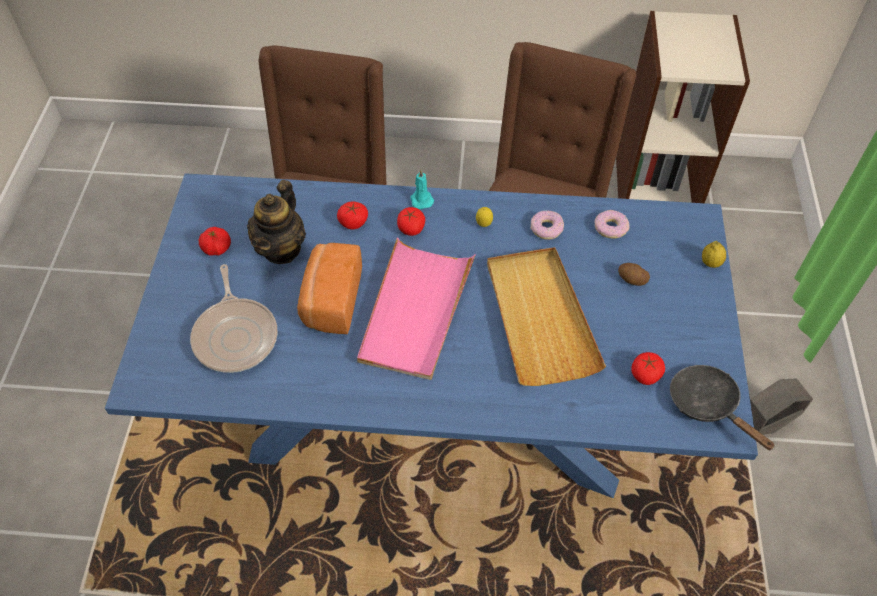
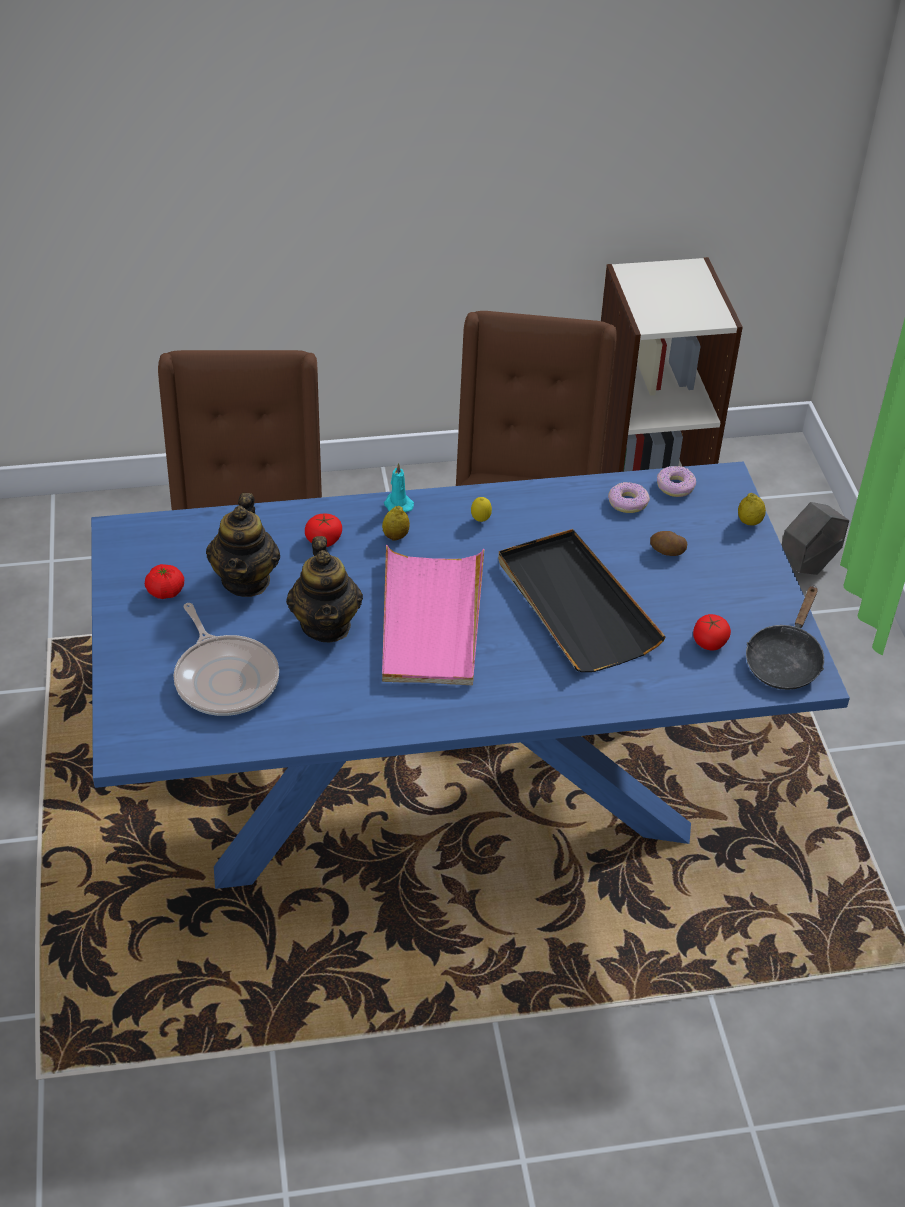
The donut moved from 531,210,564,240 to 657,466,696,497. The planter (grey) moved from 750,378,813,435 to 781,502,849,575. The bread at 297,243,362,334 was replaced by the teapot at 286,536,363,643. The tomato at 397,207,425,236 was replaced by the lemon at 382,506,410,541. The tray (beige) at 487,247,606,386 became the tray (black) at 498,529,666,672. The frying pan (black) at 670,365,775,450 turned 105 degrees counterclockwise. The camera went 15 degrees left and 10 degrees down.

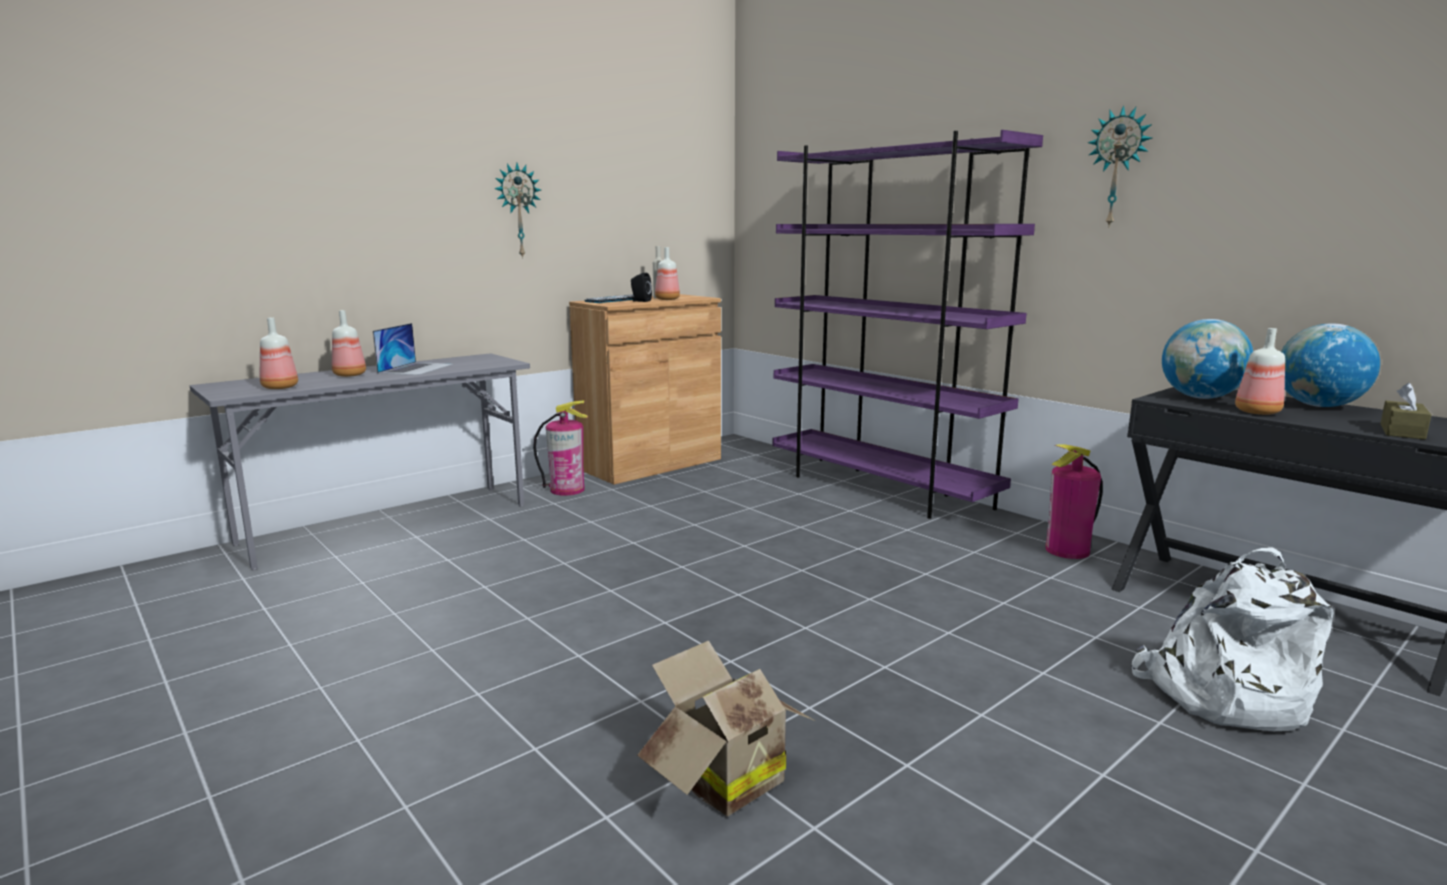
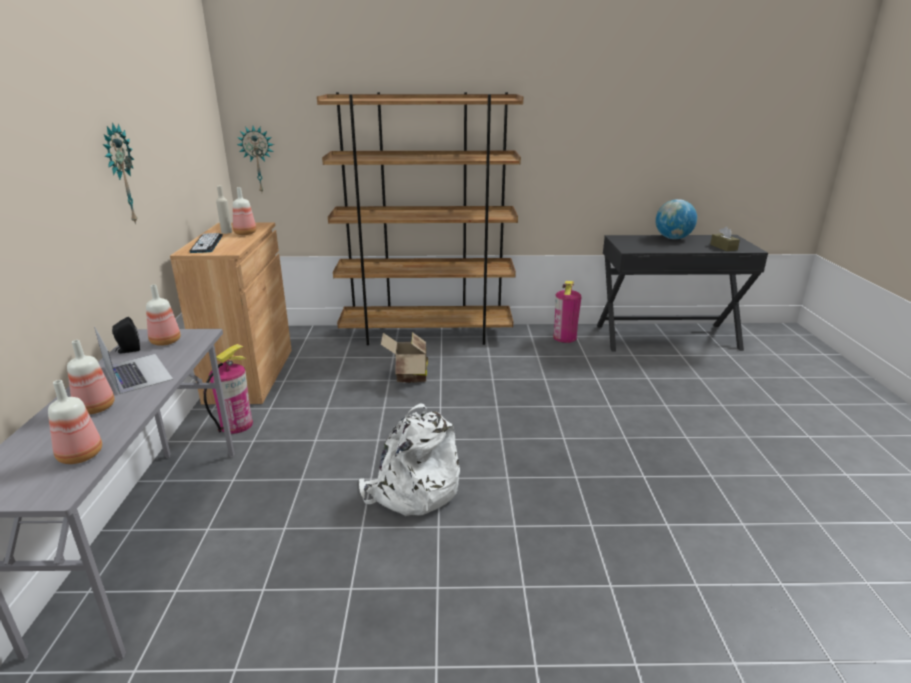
The globe at 1162,319,1253,399 disappeared. The speaker (black) moved from 631,273,652,302 to 112,317,140,354. The cardboard box moved from 637,640,815,816 to 381,332,428,383. The wall clock moved from 1088,105,1152,226 to 237,126,274,192. The backpack (white) moved from 1132,547,1334,731 to 359,403,460,516. The bottle moved from 1235,328,1285,415 to 146,285,181,346. The bookcase (purple) at 772,130,1043,519 became the bookcase (brown) at 317,92,524,346. The camera went 50 degrees left and 10 degrees up.

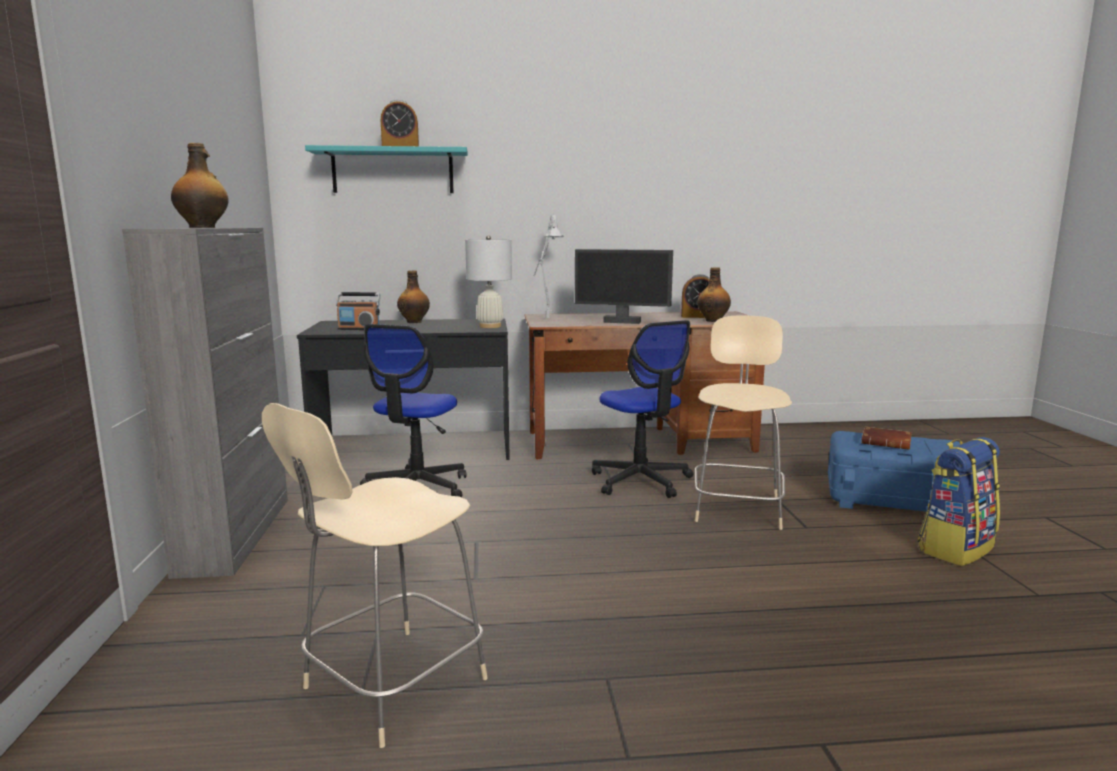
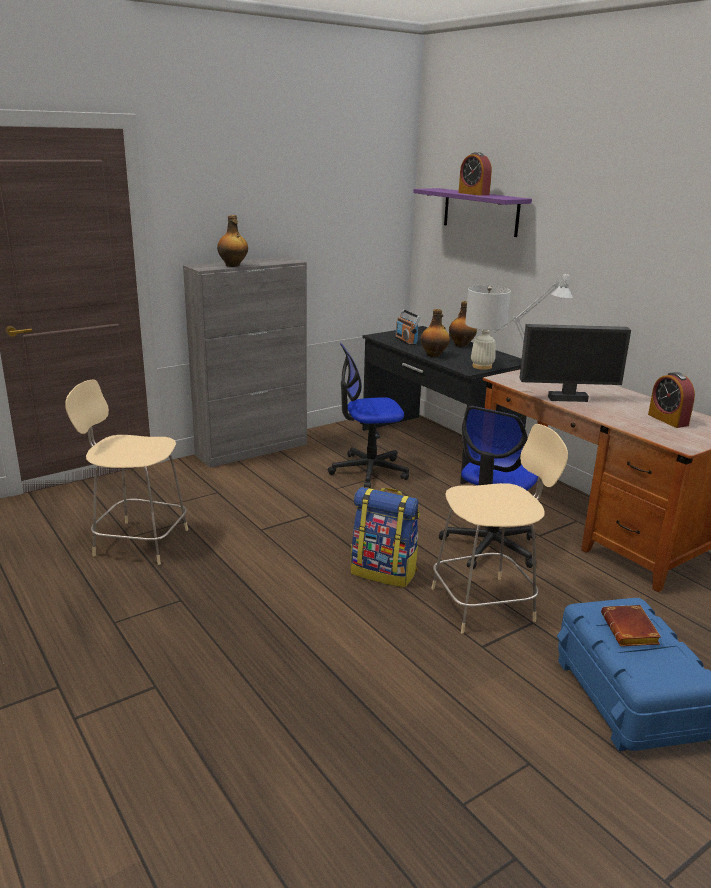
The bottle moved from 697,267,731,322 to 421,309,450,357. The backpack moved from 918,437,1000,566 to 351,487,420,587. The shelf (turquoise) at 305,145,468,193 became the shelf (purple) at 413,188,532,237. The monitor at 575,249,673,324 turned 75 degrees counterclockwise. The camera went 60 degrees right and 10 degrees up.

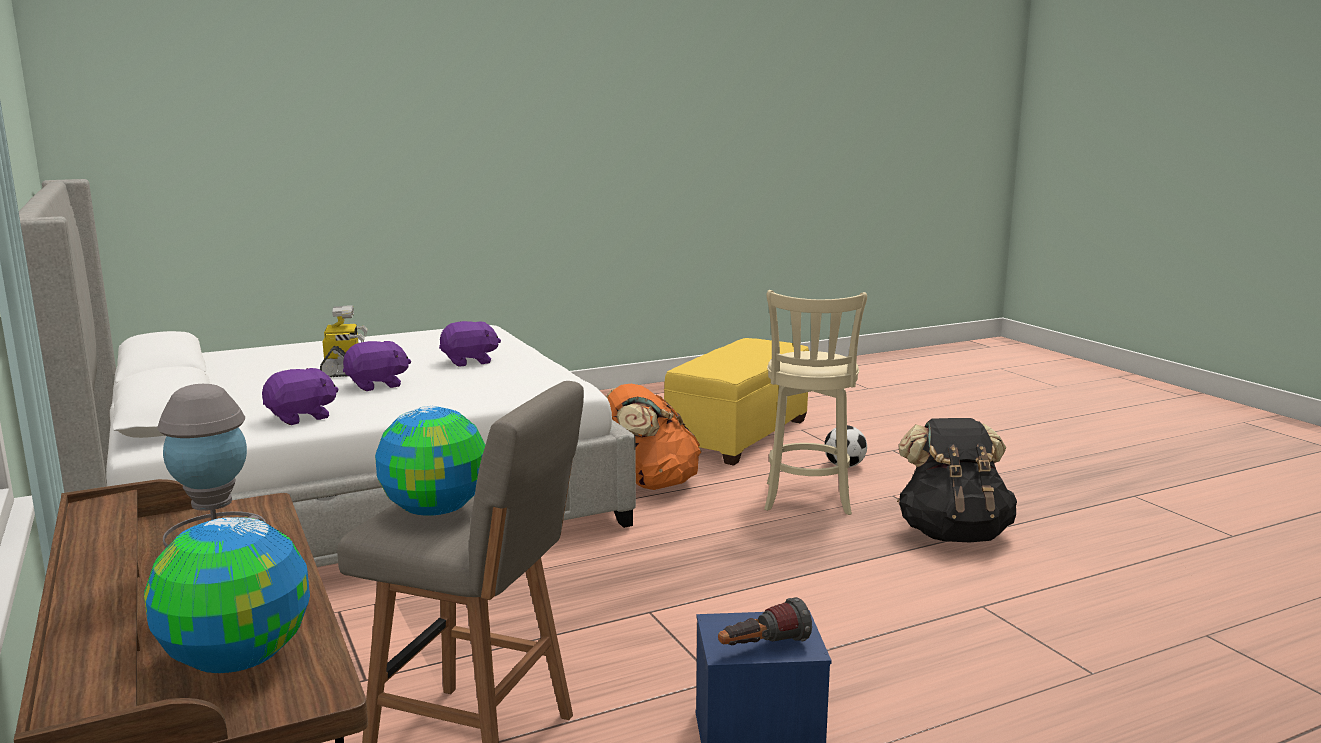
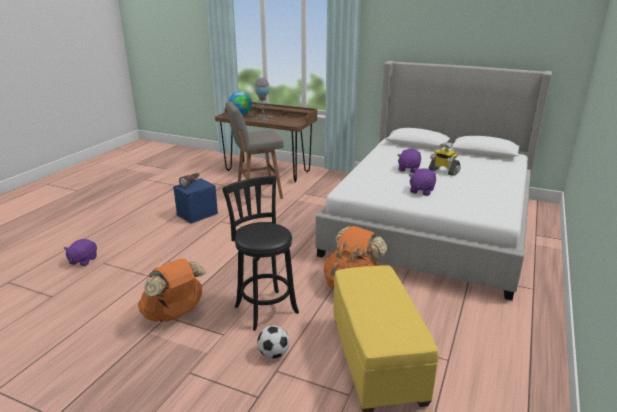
The globe at 375,406,485,516 disappeared. The plush toy (purple) moved from 262,368,339,425 to 64,239,97,266. The stool (beige) at 764,290,867,515 became the stool (black) at 223,175,299,331. The backpack (black) at 897,418,1017,542 became the backpack (orange) at 138,259,206,322. The camera went 140 degrees right and 10 degrees up.

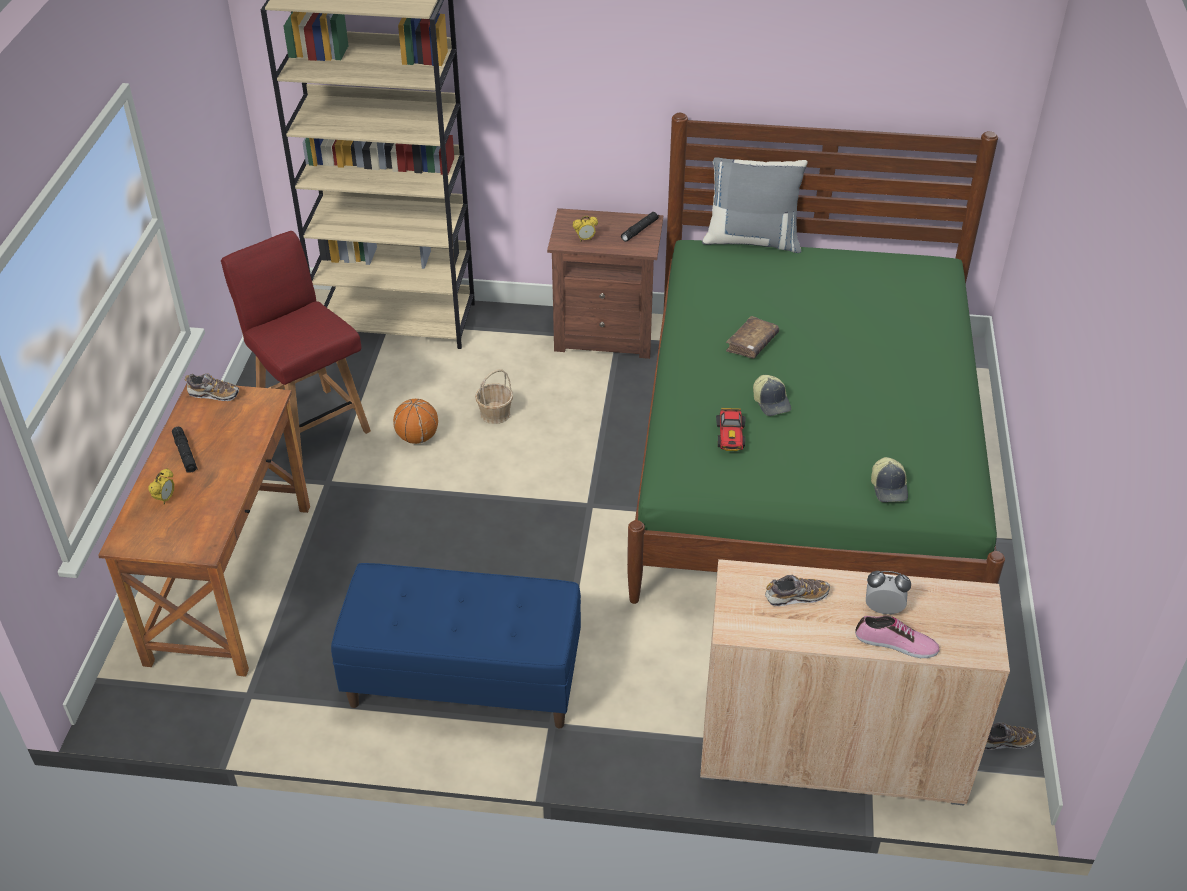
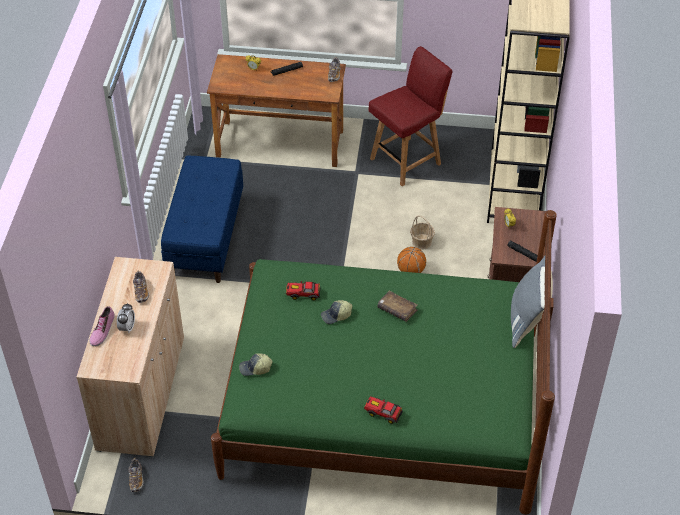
The toy car at 364,397,403,424 appeared. The basketball moved from 393,399,438,444 to 397,247,426,273. The camera went 90 degrees right and 5 degrees up.

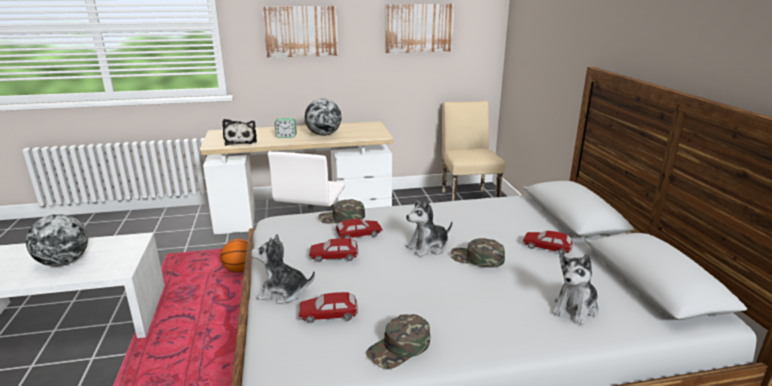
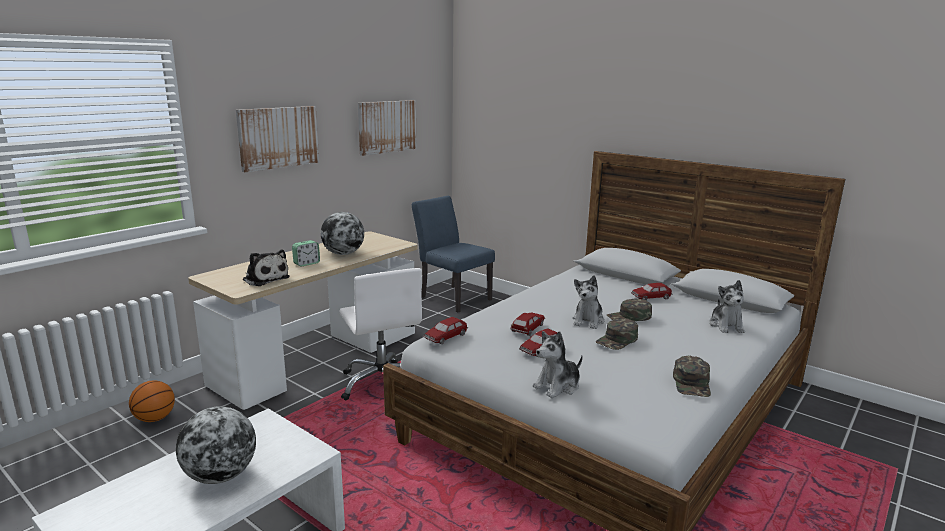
The basketball moved from 220,239,247,273 to 129,380,175,422. The toy car moved from 298,292,358,323 to 423,316,468,344. The cap (green) moved from 318,199,365,224 to 596,319,638,350. The chair (beige) at 442,101,505,201 became the chair (blue) at 412,196,495,312. The camera went 40 degrees left and 5 degrees down.

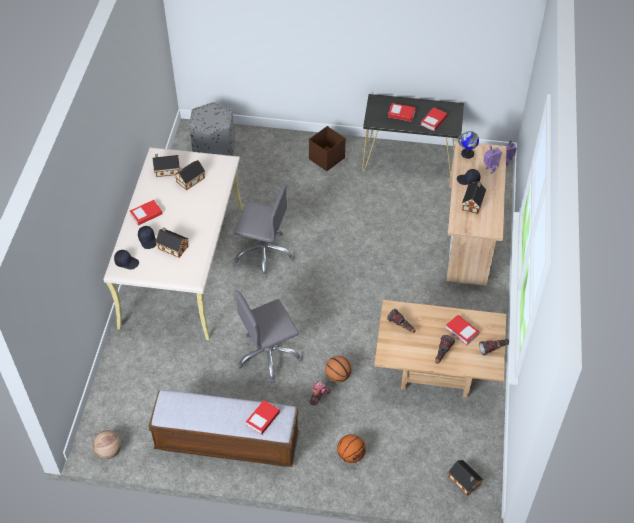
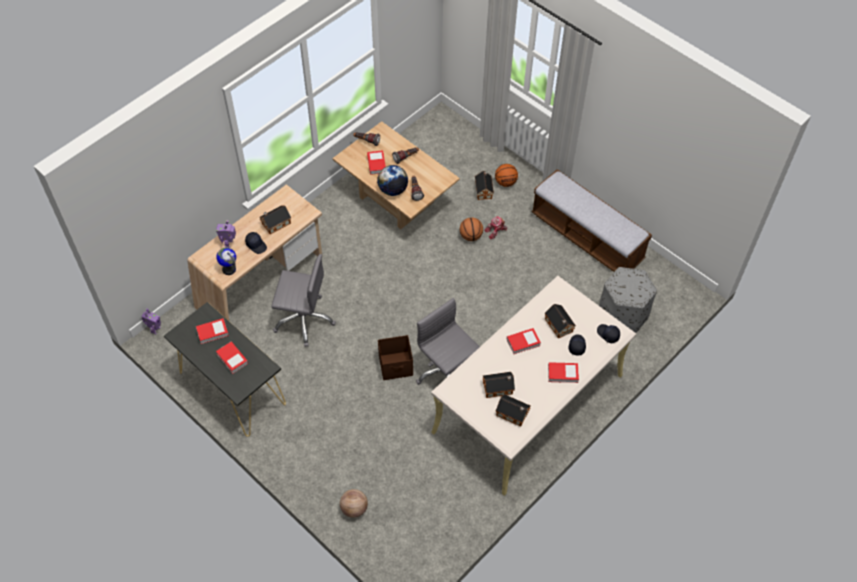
The globe at 377,165,408,196 appeared. The basketball moved from 93,430,122,459 to 340,489,368,518. The ottoman (grey) moved from 189,102,235,156 to 599,267,657,333. The office chair (grey) moved from 235,290,303,383 to 271,254,336,347. The book moved from 246,400,280,435 to 507,328,541,354. The storage box (brown) moved from 309,126,346,171 to 378,335,413,380. The toy house moved from 448,460,483,496 to 475,171,494,200. The camera went 145 degrees left and 5 degrees up.

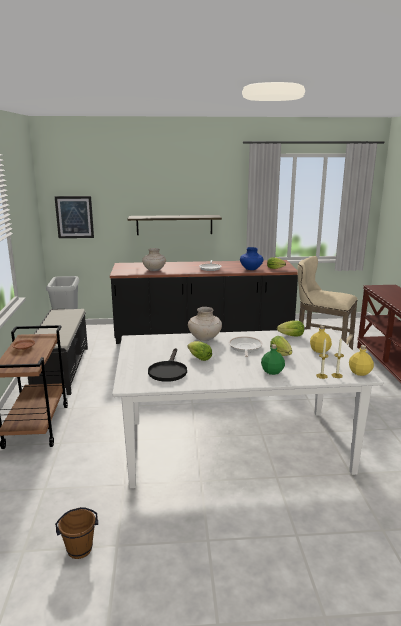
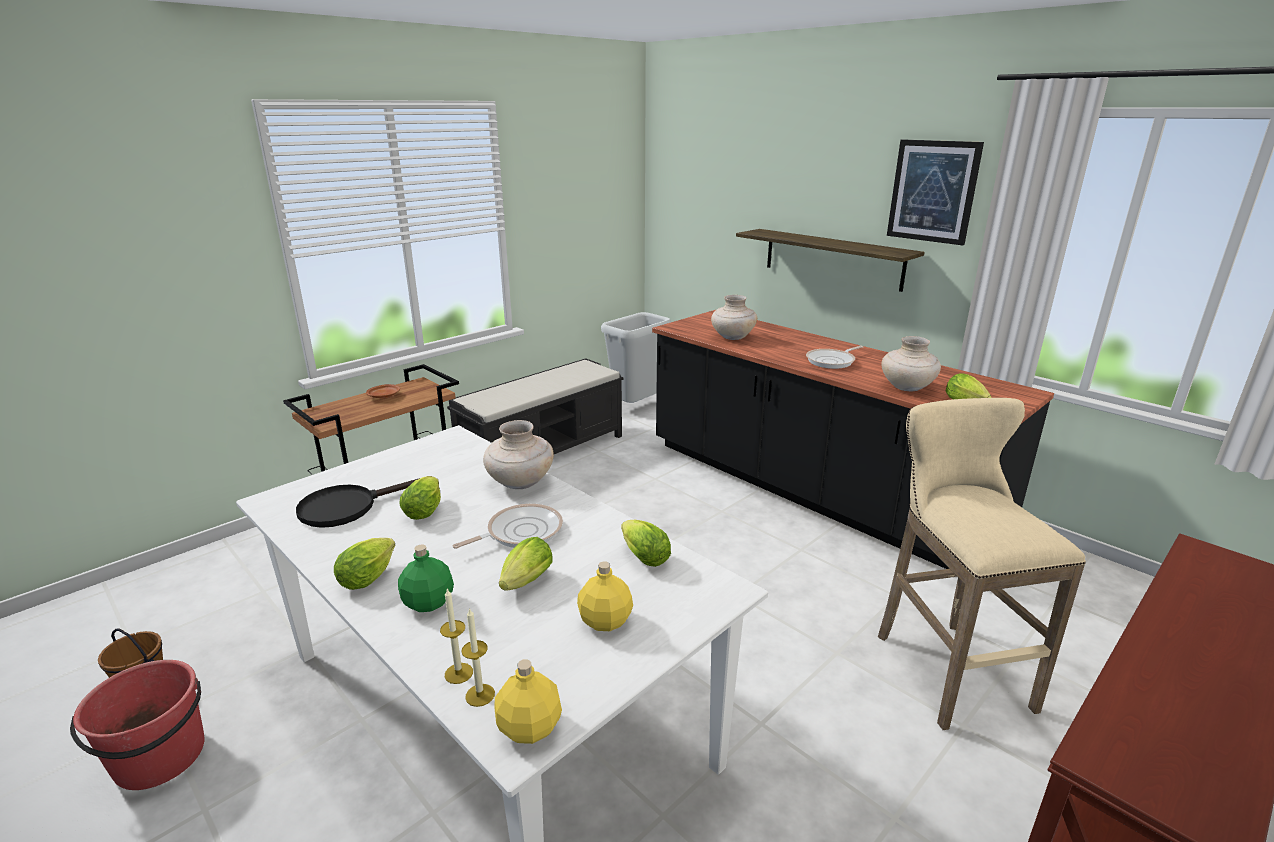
The bucket (red) at 70,660,204,790 appeared. The lettuce at 334,538,395,590 appeared. The picture moved from 54,196,94,238 to 887,139,984,245. The vase (blue) at 240,247,263,270 became the vase (beige) at 881,336,941,391. The camera went 50 degrees right and 5 degrees up.

